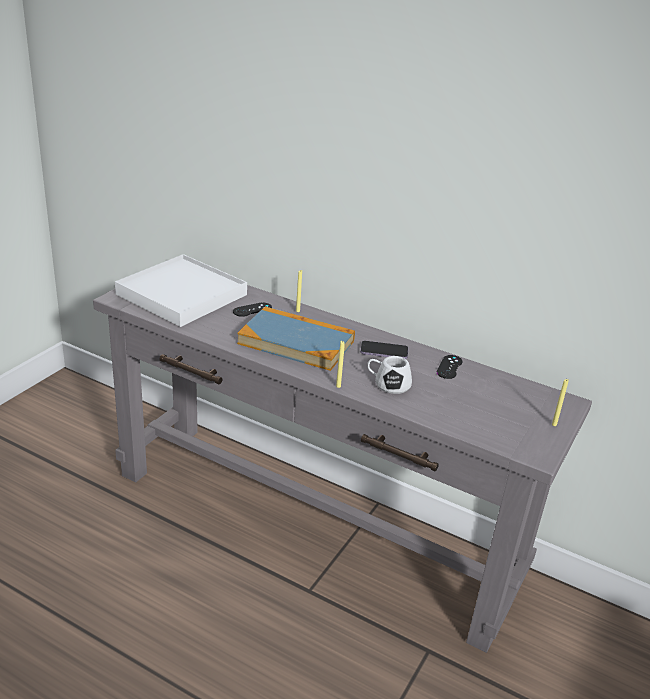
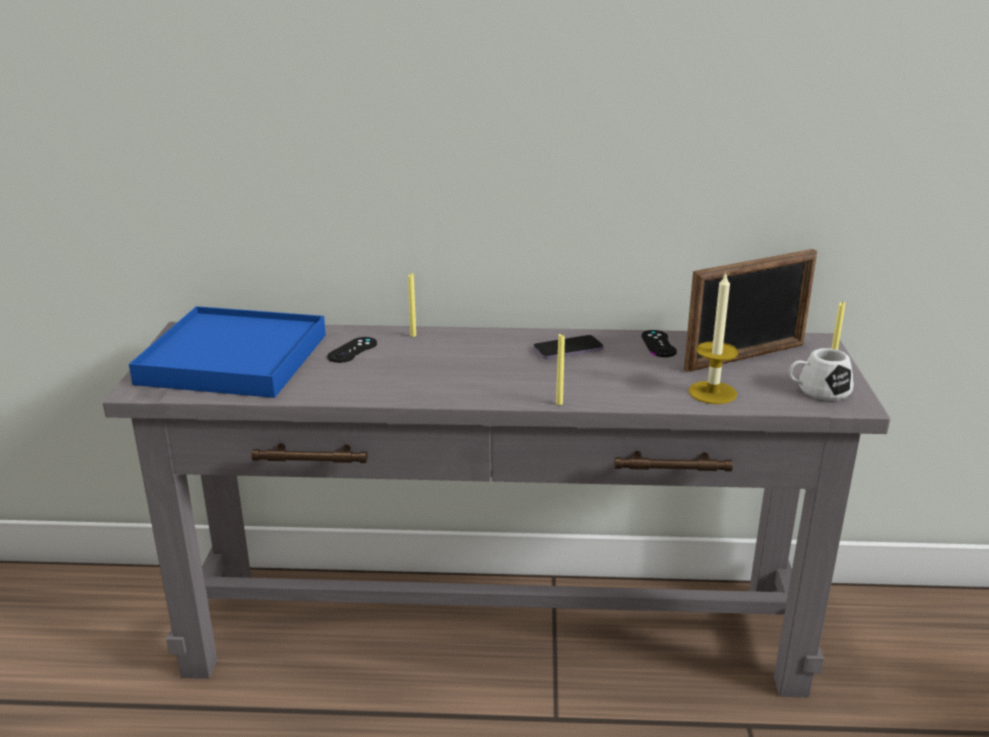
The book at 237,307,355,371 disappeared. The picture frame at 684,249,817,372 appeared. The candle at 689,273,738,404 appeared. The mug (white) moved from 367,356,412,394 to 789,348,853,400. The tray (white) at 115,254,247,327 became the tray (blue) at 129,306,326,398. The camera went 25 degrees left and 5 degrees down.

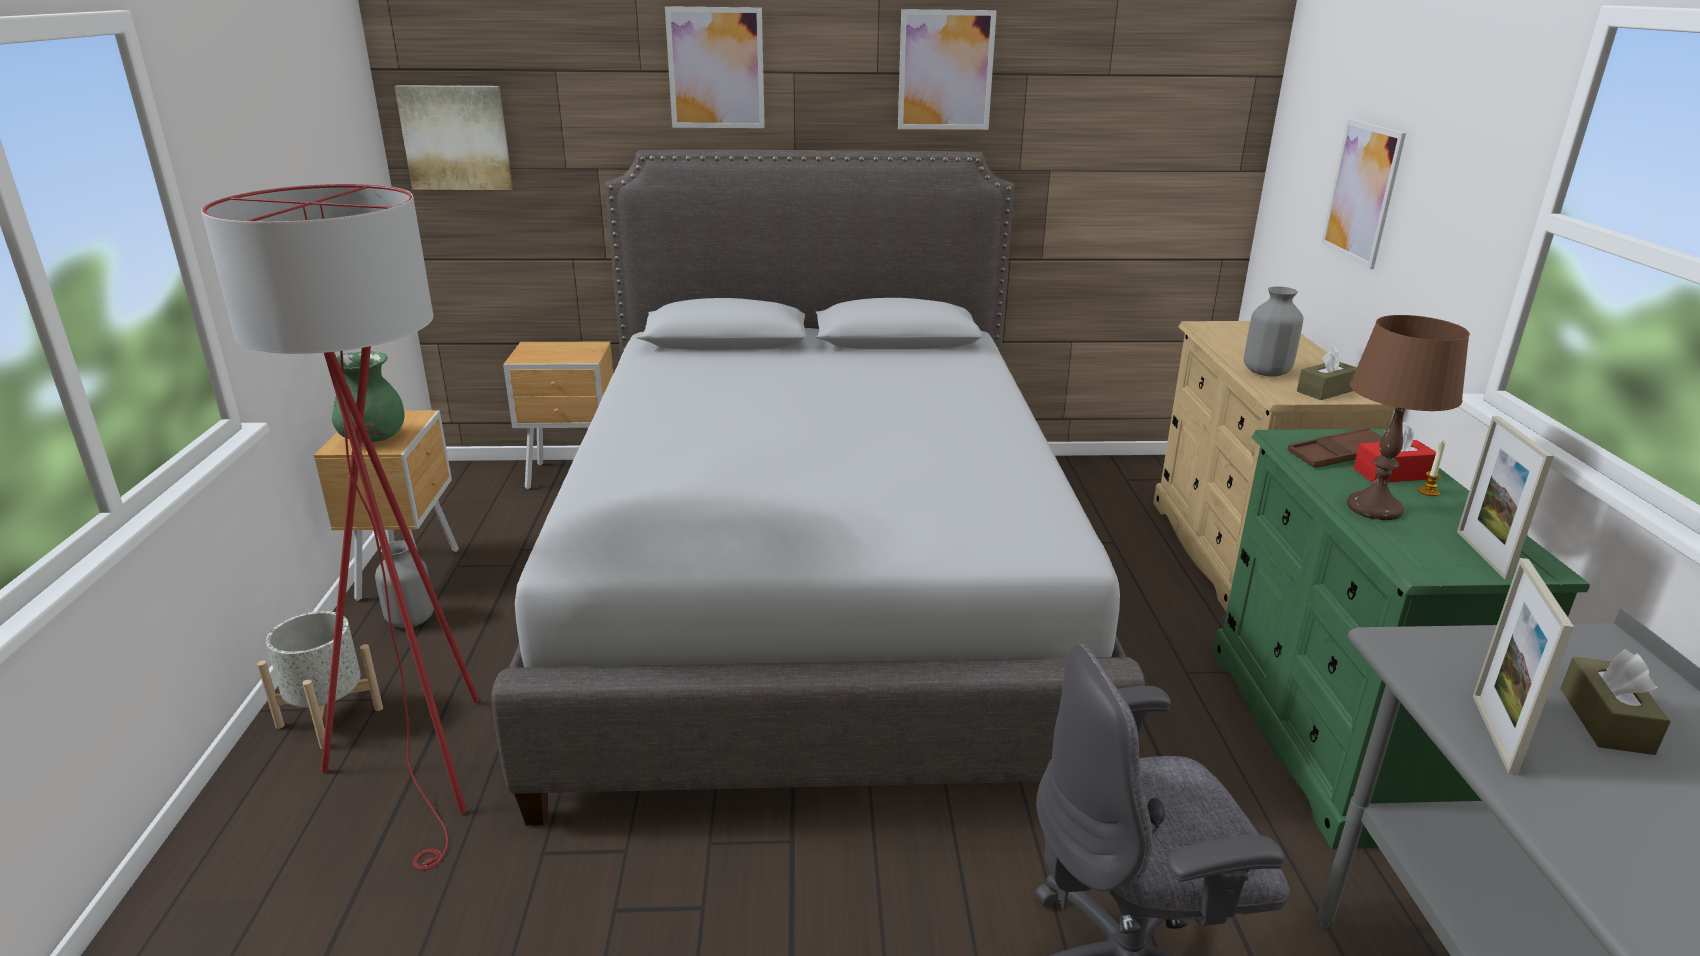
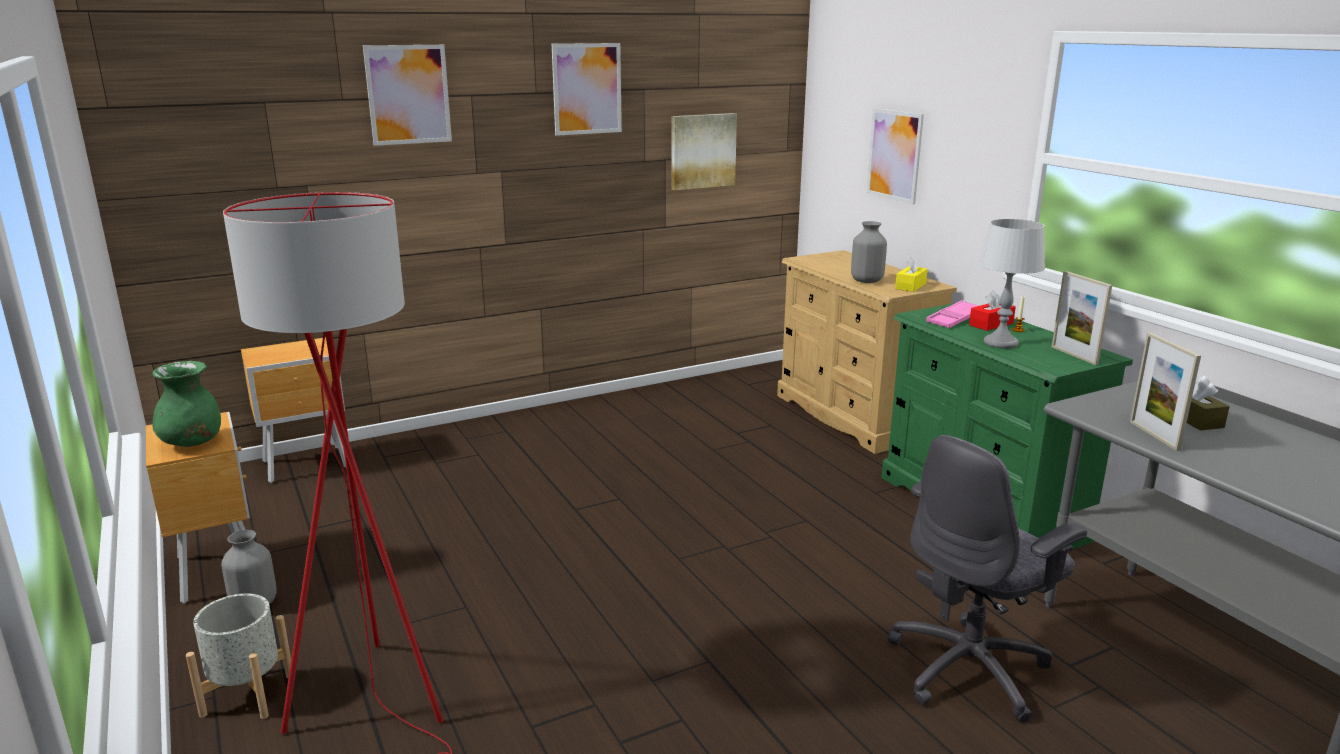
The bed (grey) at 492,150,1145,826 disappeared. The picture moved from 395,85,513,190 to 671,113,737,190. The tray (brown) at 1288,427,1382,468 became the tray (pink) at 926,300,979,328. The tissue box (brown) at 1297,346,1357,400 became the tissue box (yellow) at 895,256,928,292. The table lamp (brown) at 1347,315,1470,520 became the table lamp (grey) at 978,219,1045,349. The camera went 25 degrees left and 5 degrees down.

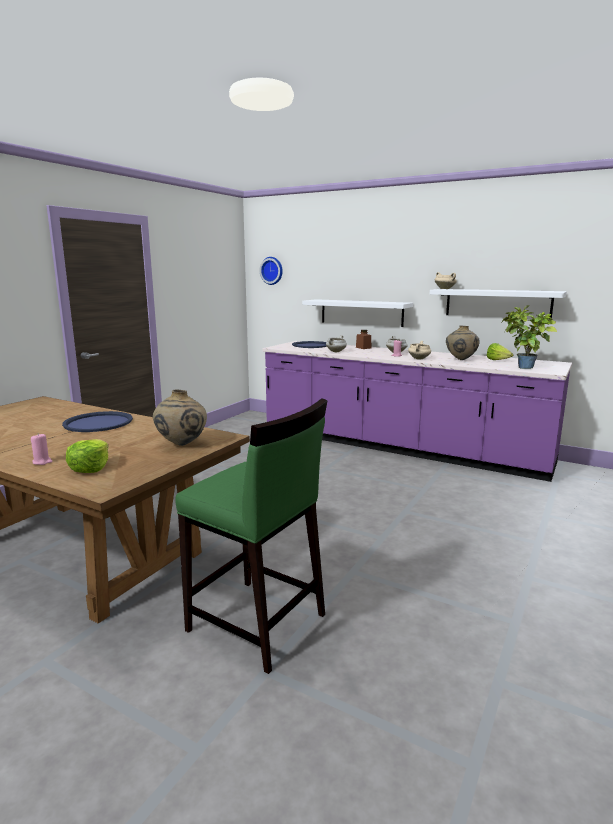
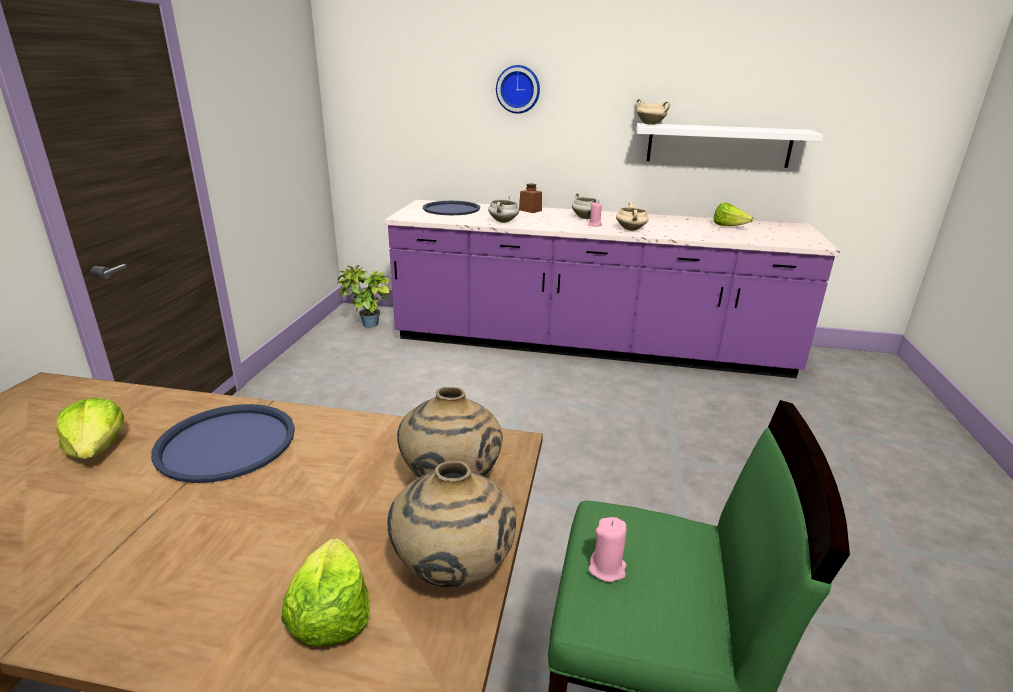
The shelf (white) at 302,299,413,327 disappeared. The lettuce at 57,398,124,459 appeared. The candle (pink) moved from 31,434,52,465 to 588,517,626,582. The wall clock moved from 259,257,283,285 to 496,65,540,114. The vase (beige) moved from 446,325,480,360 to 387,461,516,589. The potted plant moved from 502,305,557,369 to 337,265,390,328. The camera went 20 degrees left and 10 degrees up.

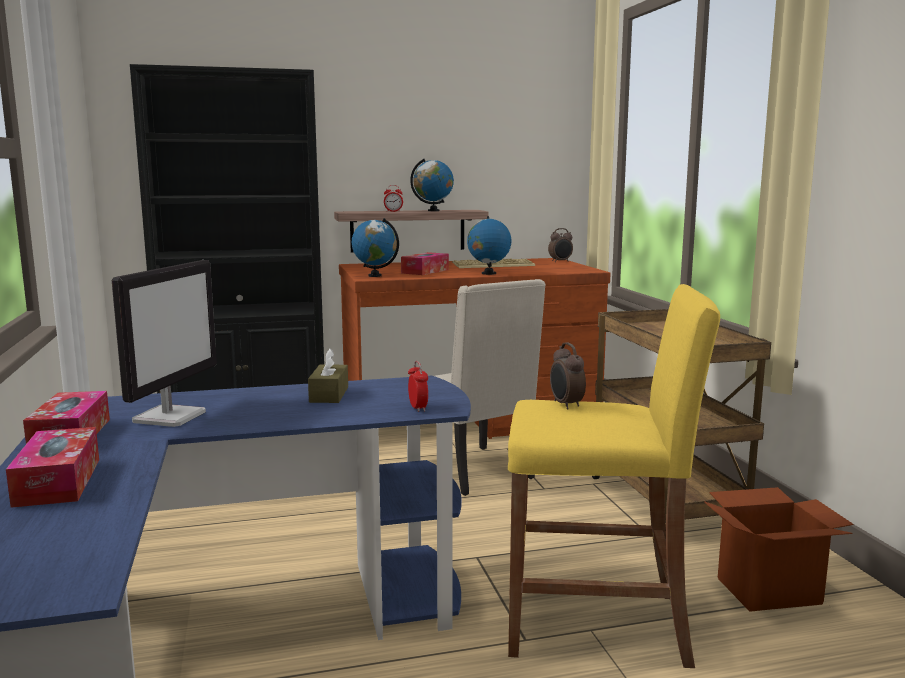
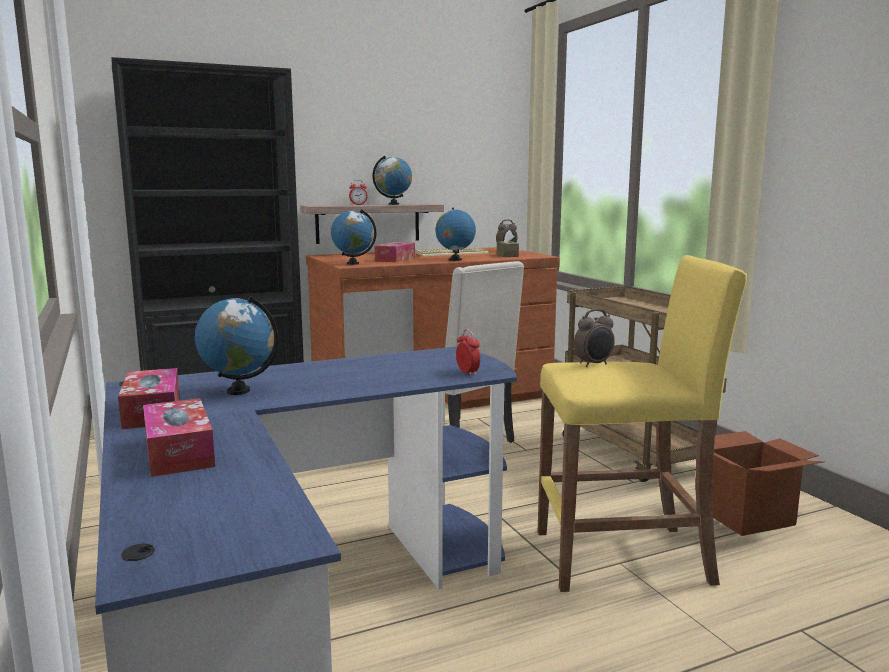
The tissue box (brown) moved from 308,348,348,403 to 497,230,519,257. The monitor at 112,260,217,427 was replaced by the globe at 195,296,279,395. The alarm clock at 550,342,586,410 turned 90 degrees counterclockwise. The camera went 10 degrees left and 0 degrees up.

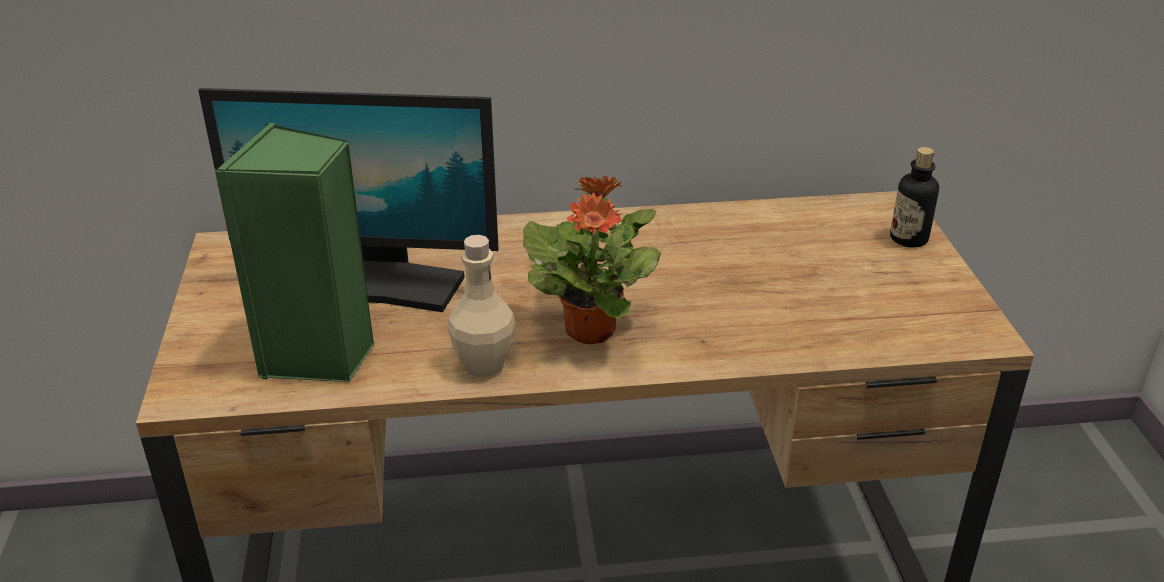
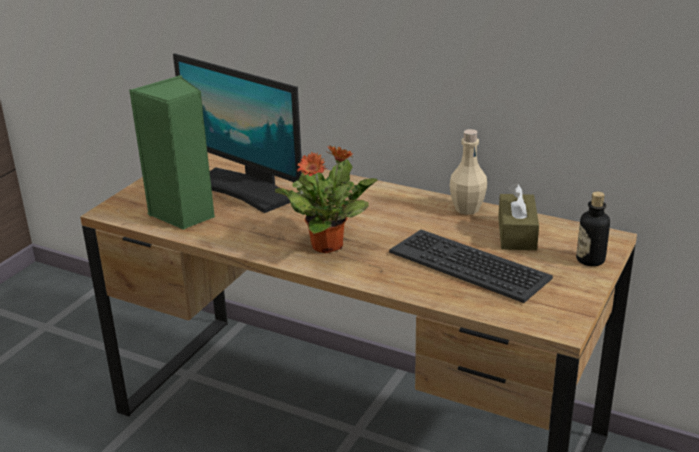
The keyboard at 389,230,553,303 appeared. The tissue box (brown) at 498,184,539,250 appeared. The bottle (beige) moved from 447,235,516,377 to 450,129,487,215. The camera went 35 degrees right and 5 degrees down.

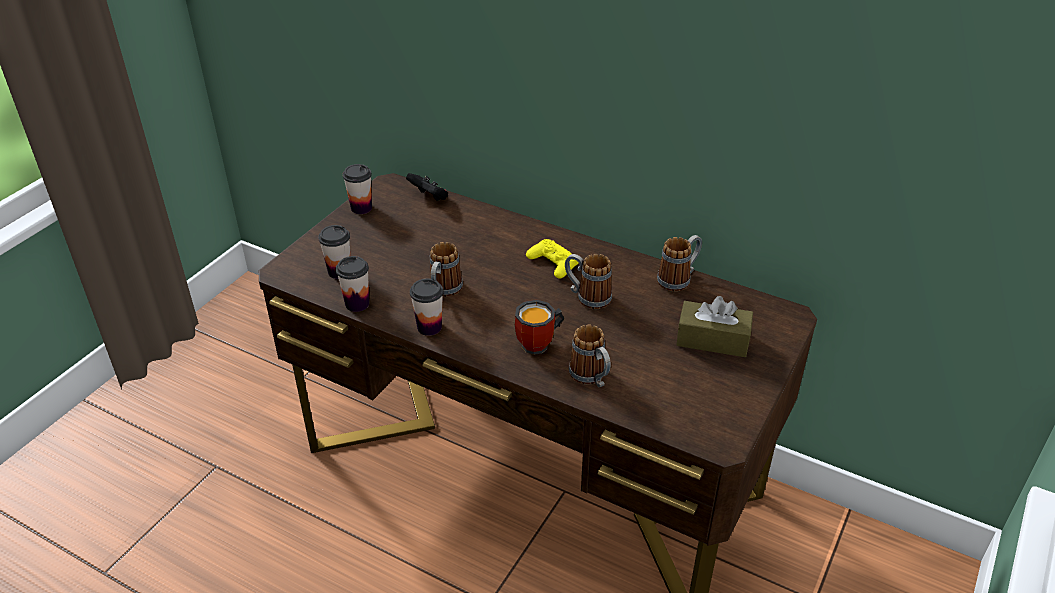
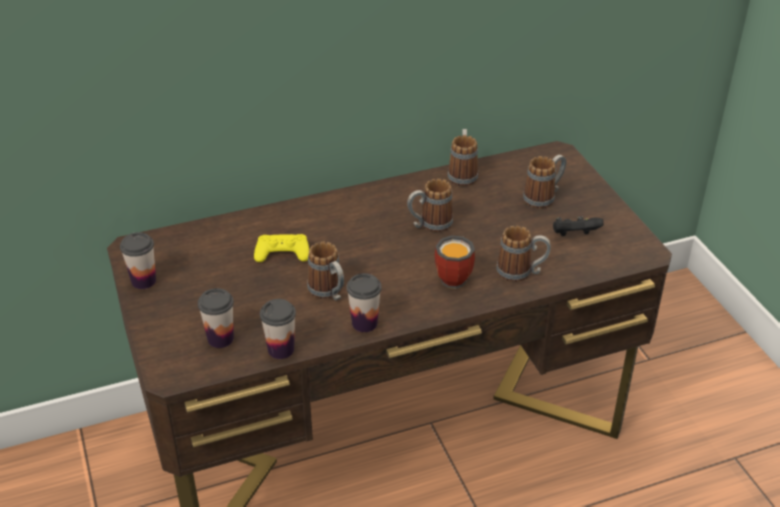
The game controller (black) moved from 406,173,448,201 to 553,216,604,236. The game controller (yellow) moved from 526,239,579,279 to 254,234,309,262. The tissue box (brown) at 676,296,753,357 was replaced by the mug at 523,155,566,209. The camera went 50 degrees left and 0 degrees up.

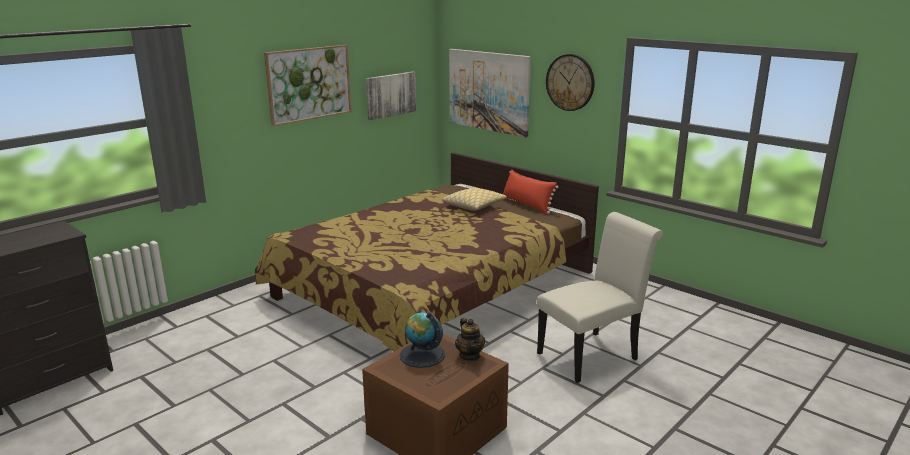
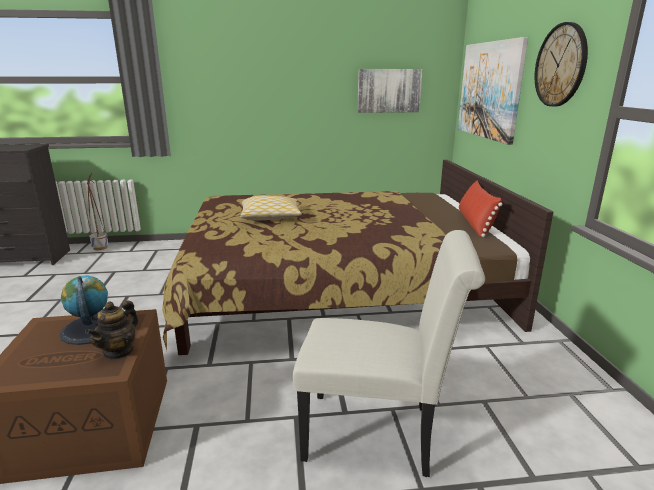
The picture at 264,45,352,126 disappeared. The planter at 87,173,108,250 appeared. The pillow moved from 442,188,507,211 to 240,196,302,220. The camera went 40 degrees right and 0 degrees up.

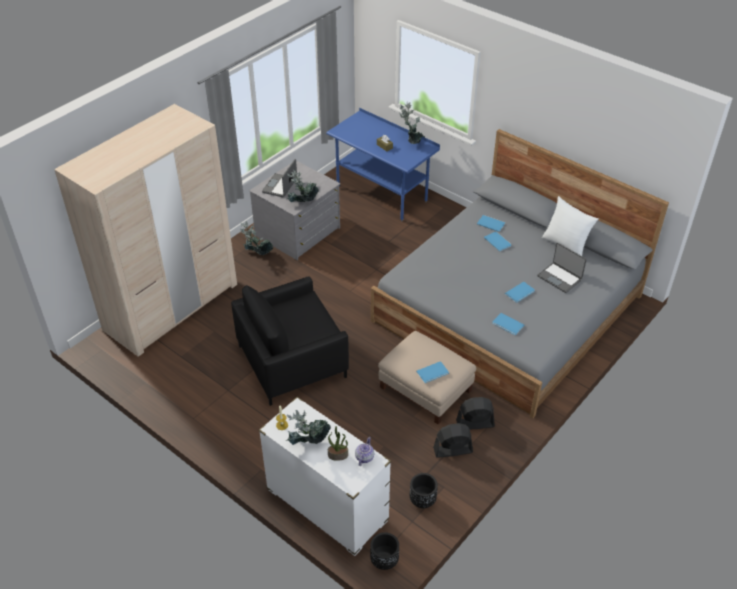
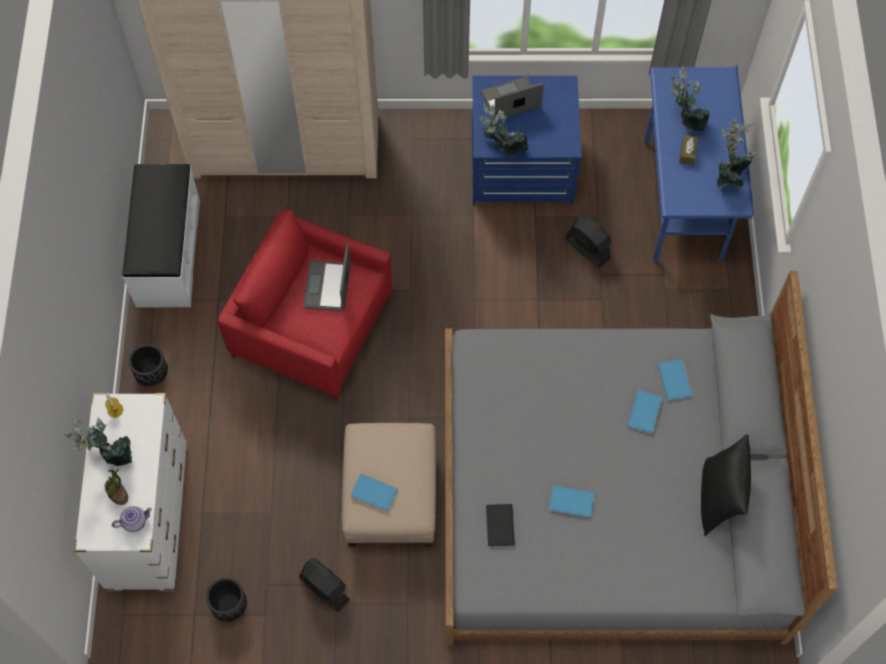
The bench (white) at 122,164,200,307 appeared. The potted plant moved from 240,221,273,255 to 670,65,710,131. The planter (black) moved from 370,532,399,570 to 129,344,168,386. The fan (black) moved from 456,397,495,429 to 565,215,611,268. The laptop moved from 537,243,587,293 to 303,245,351,311. The armchair (black) at 231,276,349,406 became the armchair (red) at 217,210,392,401. The dresser (grey) at 249,161,340,260 became the dresser (blue) at 472,76,582,205. The book (blue) at 492,313,524,335 became the book (black) at 486,504,515,546. The pillow (white) at 542,196,599,256 became the pillow (black) at 701,434,751,536. The camera went 50 degrees right and 20 degrees up.

